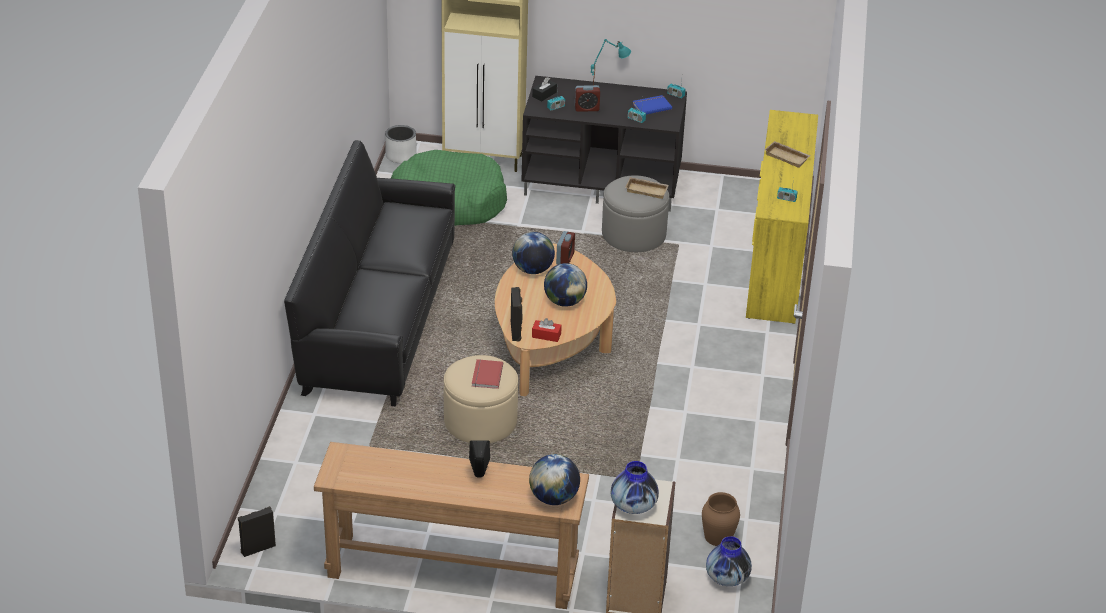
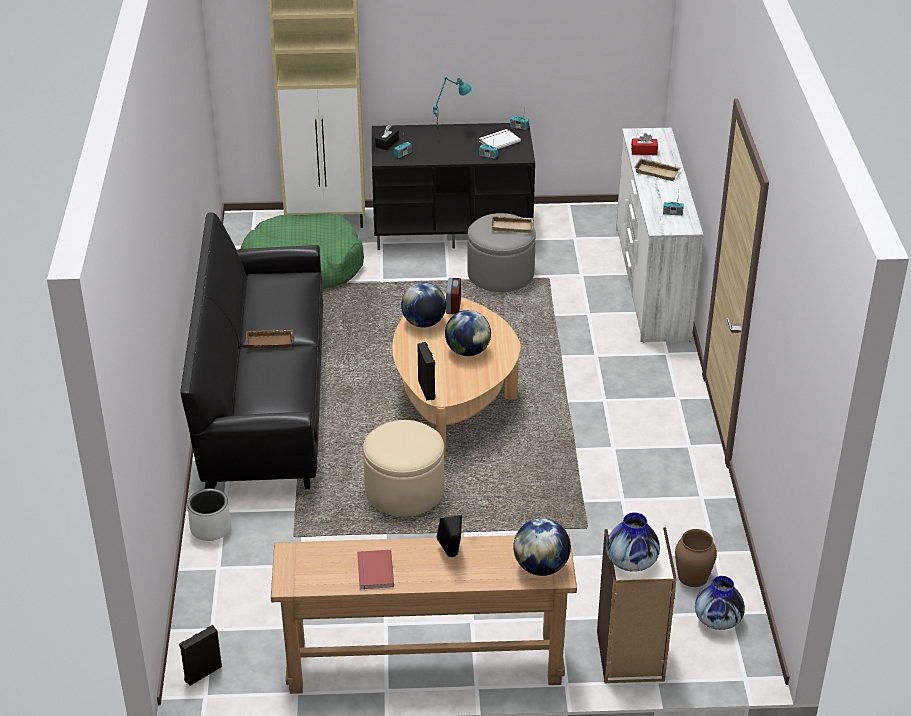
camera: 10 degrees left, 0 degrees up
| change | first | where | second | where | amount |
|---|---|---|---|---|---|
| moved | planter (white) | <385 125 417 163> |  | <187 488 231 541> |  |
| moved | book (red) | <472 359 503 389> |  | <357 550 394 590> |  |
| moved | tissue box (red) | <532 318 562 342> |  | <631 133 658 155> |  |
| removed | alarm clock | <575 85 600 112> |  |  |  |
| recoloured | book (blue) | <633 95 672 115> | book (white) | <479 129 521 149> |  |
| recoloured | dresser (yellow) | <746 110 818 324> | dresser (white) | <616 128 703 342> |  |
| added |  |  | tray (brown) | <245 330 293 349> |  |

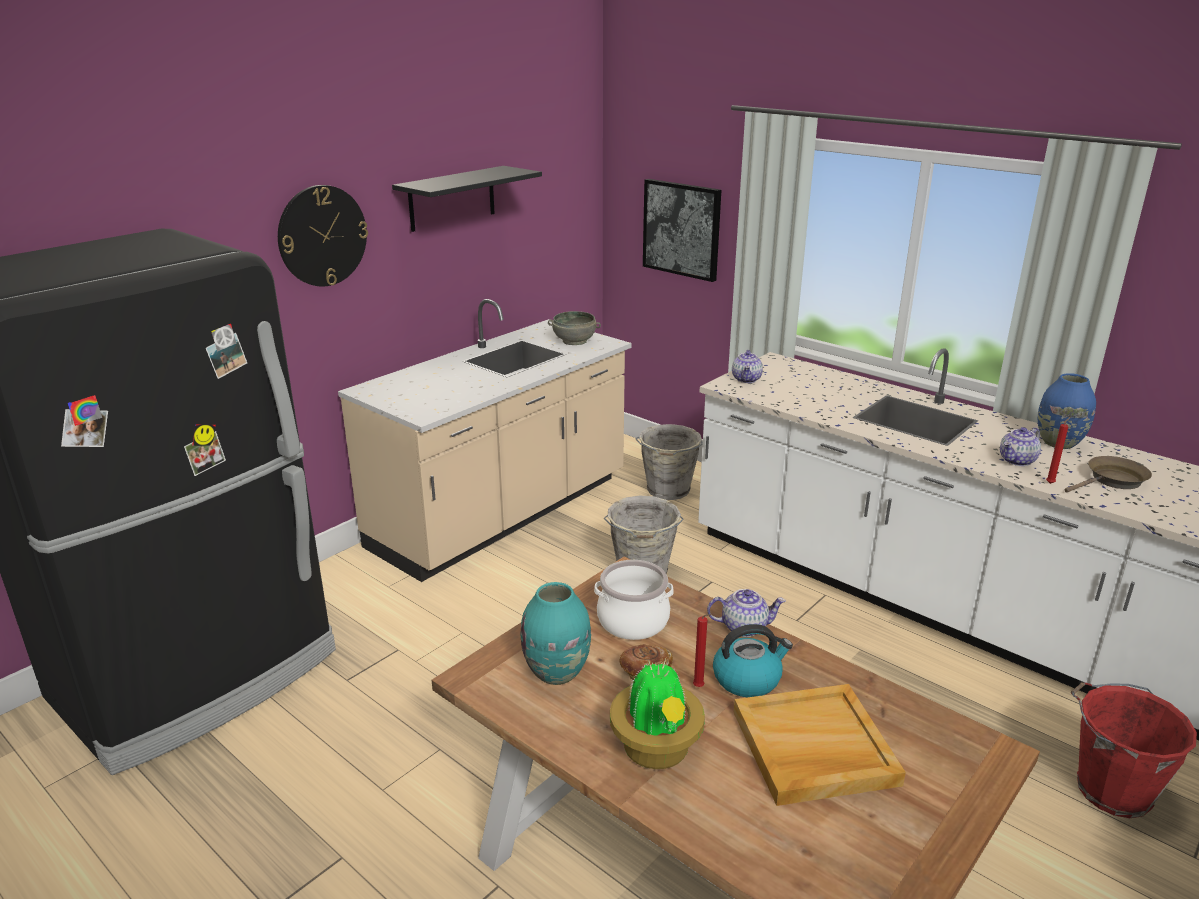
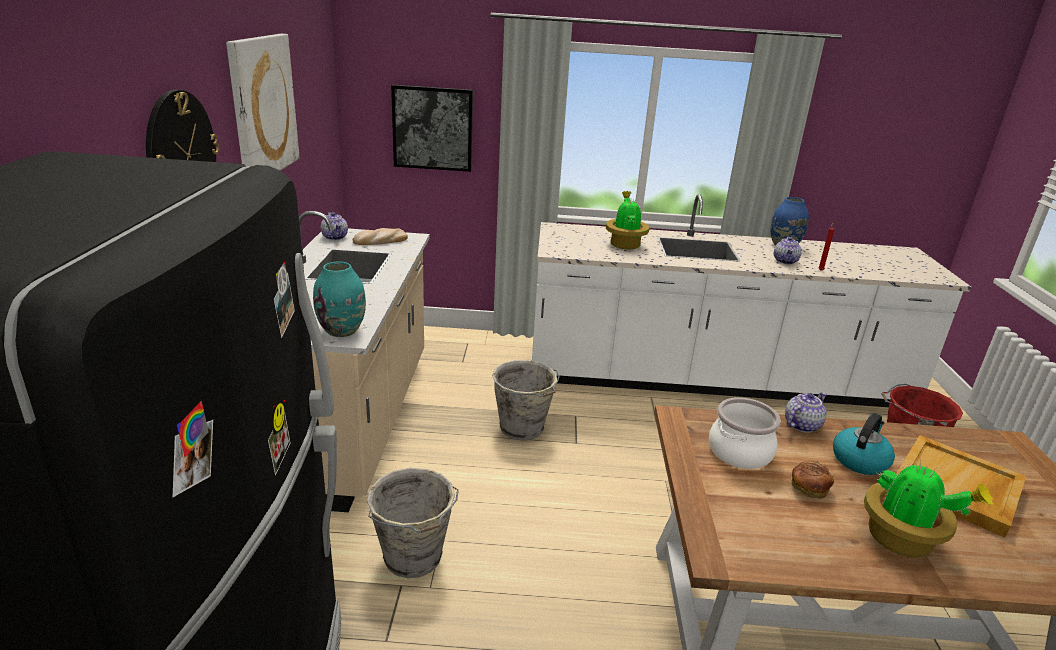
camera: 40 degrees left, 0 degrees up
| change | first | where | second | where | amount |
|---|---|---|---|---|---|
| replaced | shelf (black) | <392 166 542 232> | picture | <226 34 300 171> |  |
| moved | vase (turquoise) | <521 582 591 685> |  | <313 261 366 337> |  |
| replaced | bowl (grey) | <548 311 601 345> | bread | <353 228 408 245> |  |
| moved | bucket (grey) | <635 424 703 500> |  | <367 468 459 578> |  |
| removed | candle (red) | <693 614 712 687> |  |  |  |
| moved | teapot | <732 350 763 383> |  | <321 212 348 240> |  |
| removed | frying pan (brown) | <1065 456 1152 493> |  |  |  |
| added |  |  | potted plant | <606 191 649 249> |  |

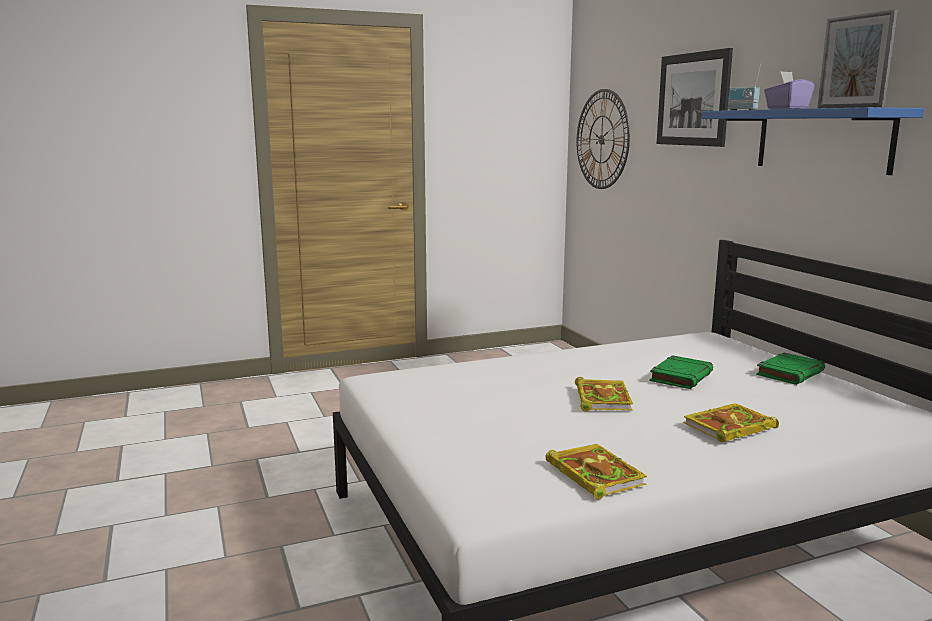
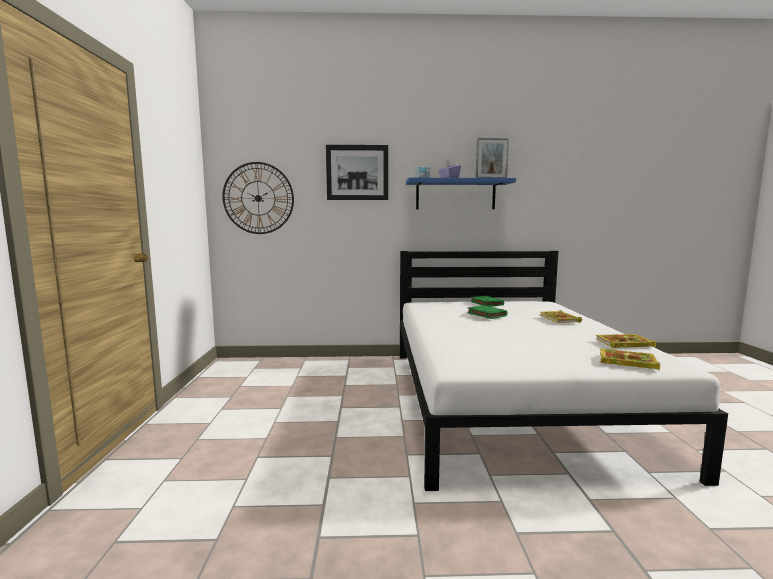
camera: 70 degrees left, 5 degrees down
| change | first | where | second | where | amount |
|---|---|---|---|---|---|
| moved | book | <575 377 633 412> |  | <600 348 660 370> |  |

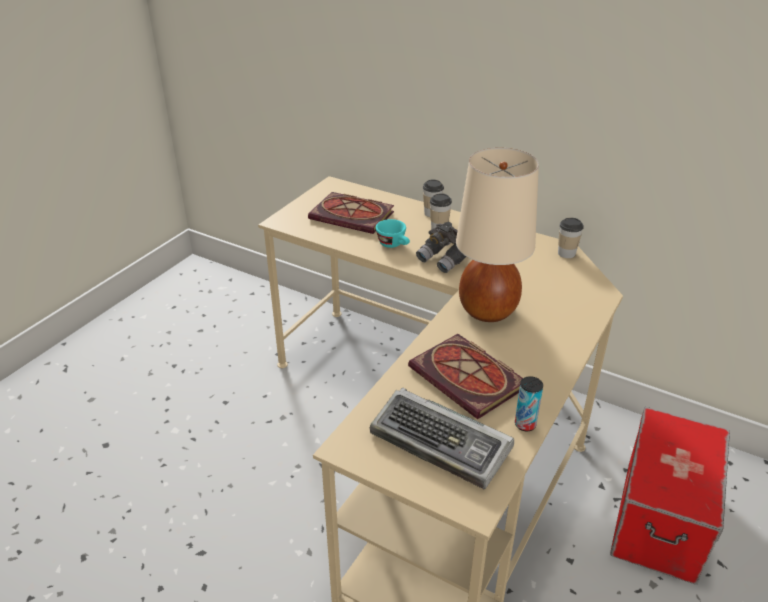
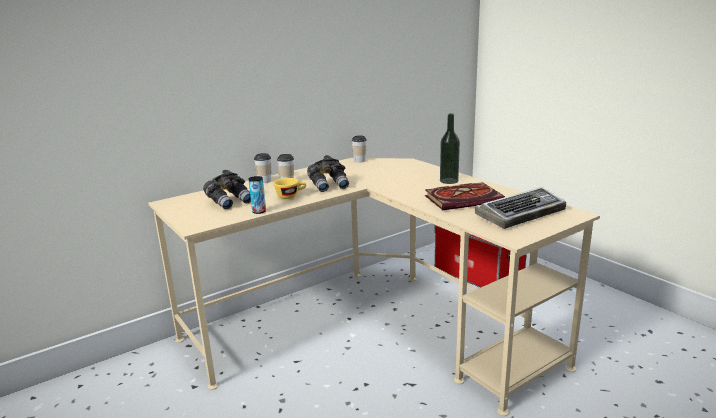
camera: 65 degrees left, 15 degrees down
| change | first | where | second | where | amount |
|---|---|---|---|---|---|
| replaced | book | <308 192 394 234> | binoculars (grey) | <203 170 251 209> |  |
| recoloured | cup (turquoise) | <376 219 410 248> | cup (yellow) | <273 178 306 199> |  |
| removed | table lamp (beige) | <456 148 539 322> |  |  |  |
| moved | can | <515 376 543 432> |  | <249 176 266 214> |  |
| added |  |  | bottle | <440 113 460 184> |  |

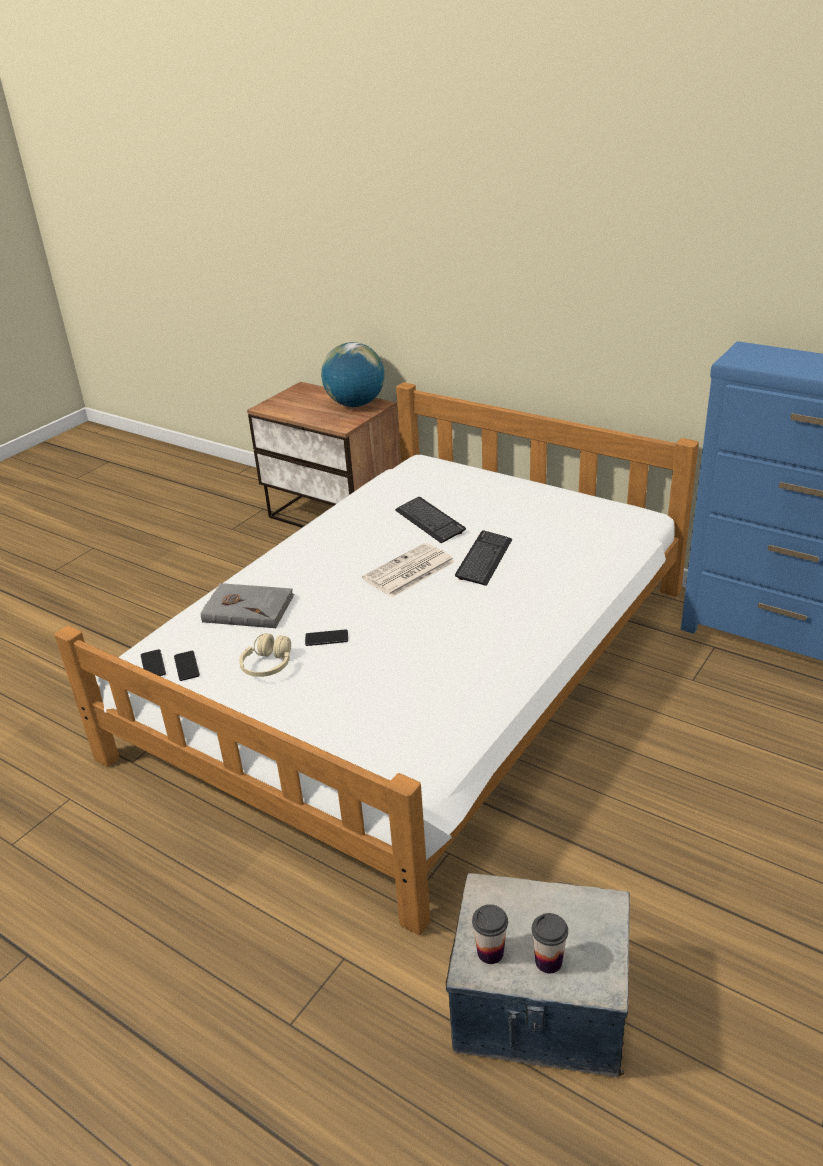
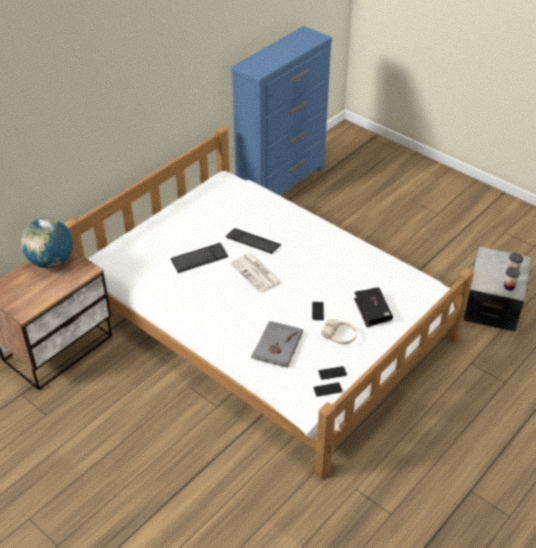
camera: 85 degrees left, 10 degrees up
| change | first | where | second | where | amount |
|---|---|---|---|---|---|
| added |  |  | book (black) | <354 287 393 327> |  |

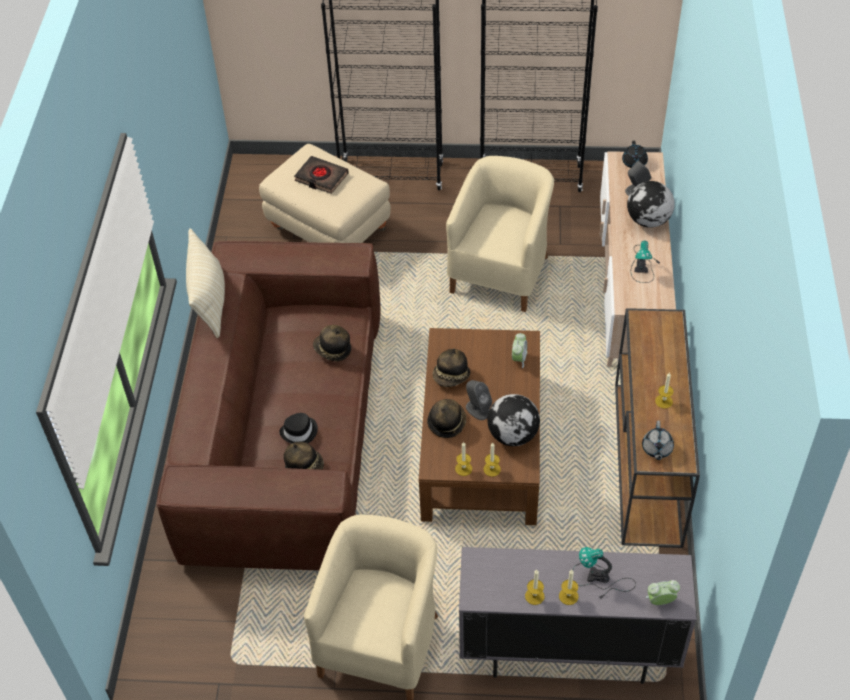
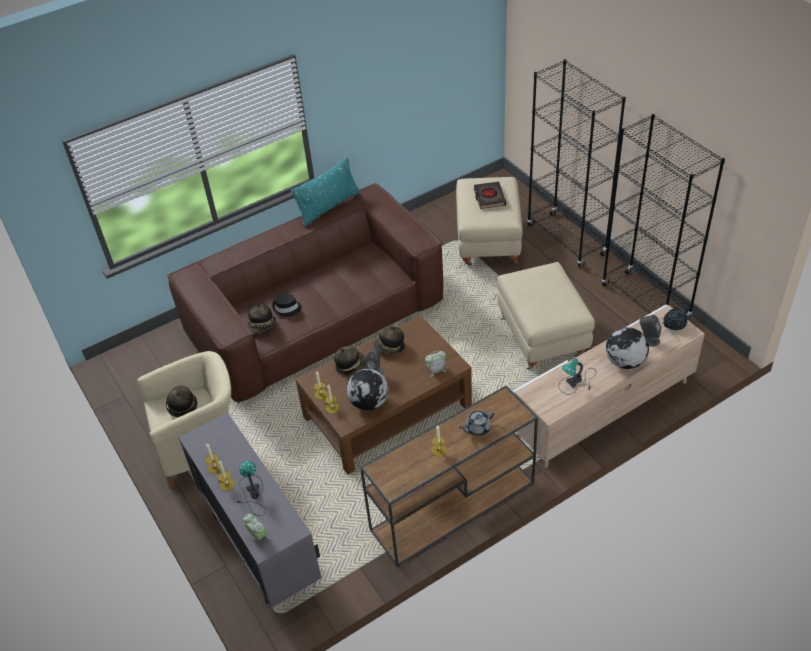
camera: 55 degrees right, 5 degrees down
| change | first | where | second | where | amount |
|---|---|---|---|---|---|
| recoloured | pillow (beige) | <186 228 225 338> | pillow (turquoise) | <291 157 360 227> |  |
| moved | hat | <313 325 351 361> |  | <166 386 198 417> |  |
| replaced | armchair (beige) | <446 156 554 312> | ottoman (beige) | <497 262 595 370> |  |
| moved | teapot (grey) | <642 421 674 460> |  | <460 411 495 436> |  |

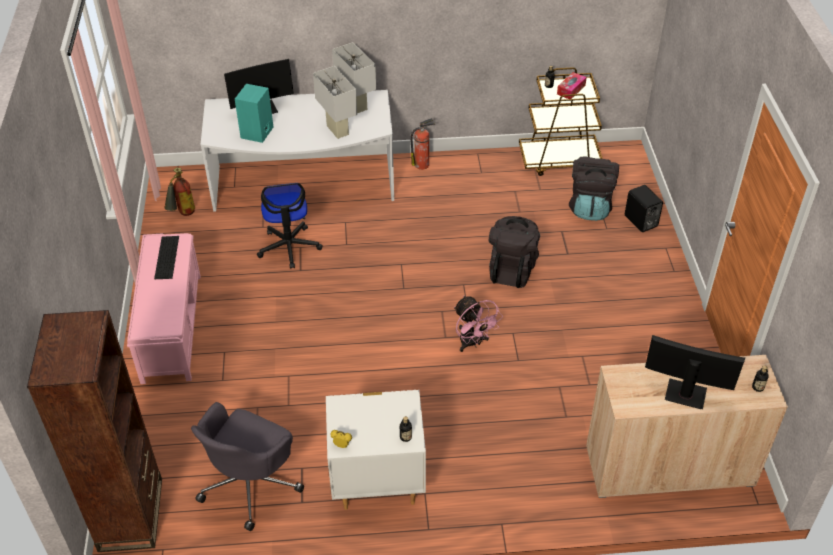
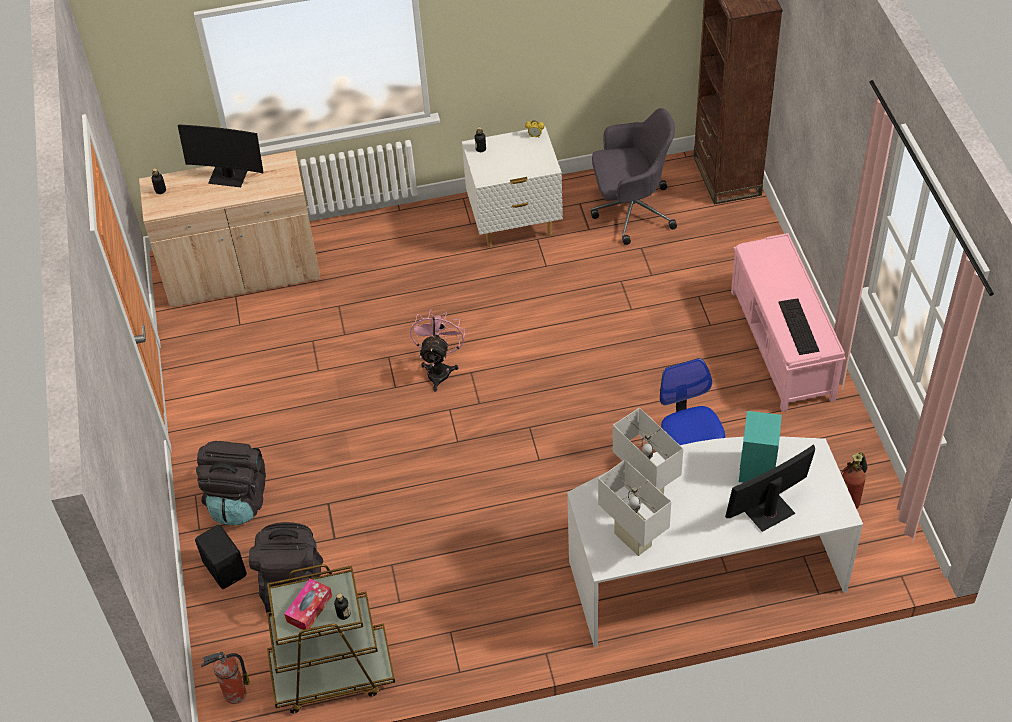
camera: 175 degrees right, 5 degrees up
| change | first | where | second | where | amount |
|---|---|---|---|---|---|
| turned | office chair (grey) | <191 402 304 531> |  | <591 108 677 245> | 60 degrees clockwise |
| moved | fire extinguisher | <410 118 435 170> |  | <201 651 250 704> |  |
| turned | fan (pink) | <454 295 503 352> |  | <410 310 465 391> | 45 degrees clockwise |
| moved | backpack (black) | <489 216 540 288> |  | <196 441 266 525> |  |

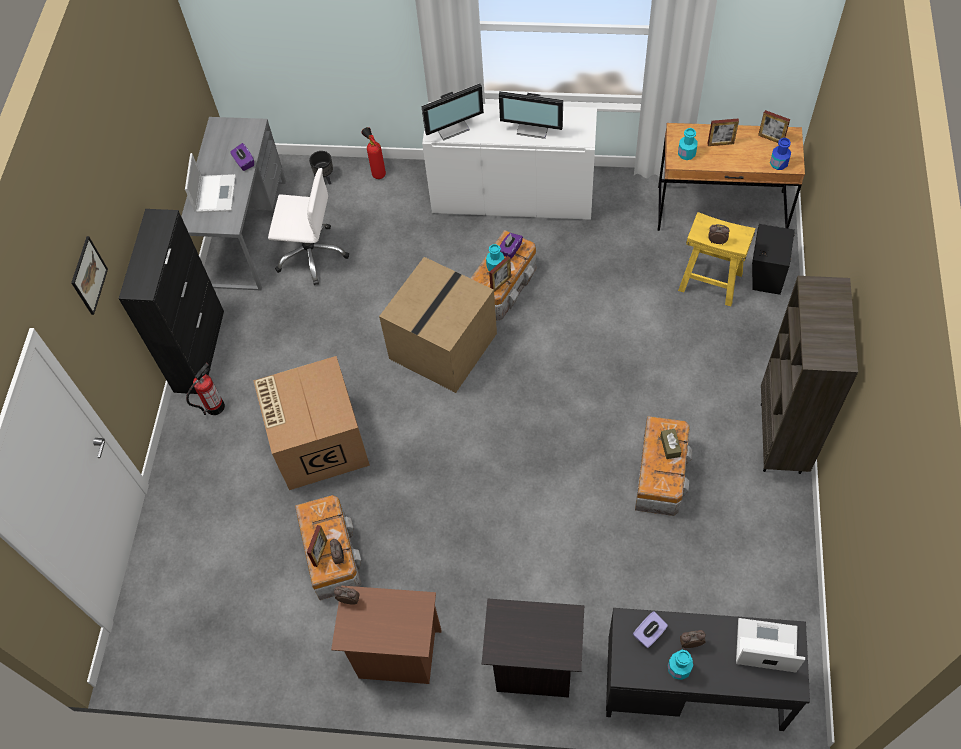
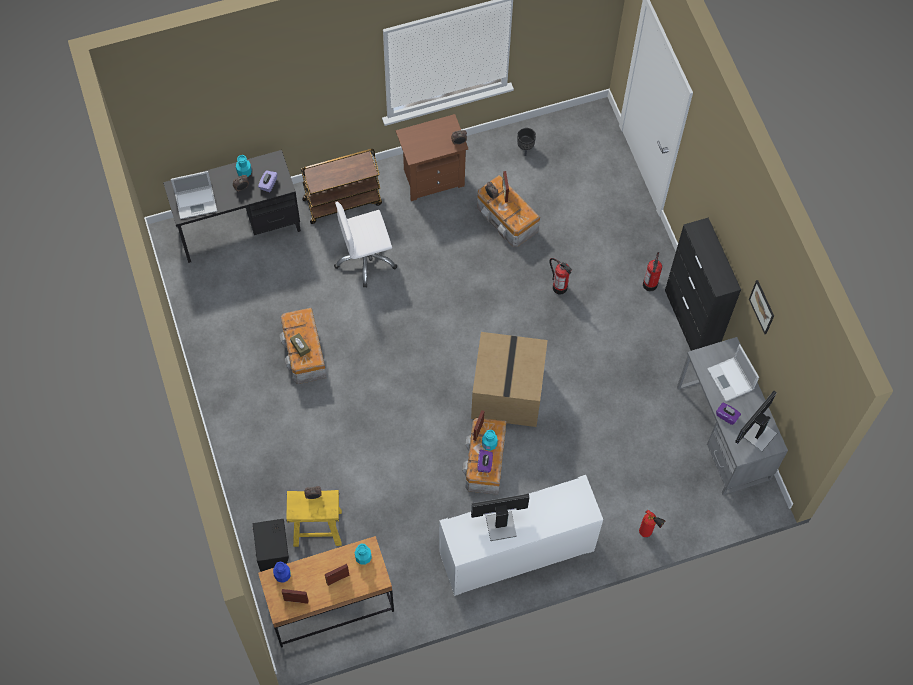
camera: 150 degrees right, 5 degrees up
| change | first | where | second | where | amount |
|---|---|---|---|---|---|
| moved | picture | <71 236 108 315> |  | <749 280 774 334> |  |
| replaced | cardboard box | <253 356 370 490> | fire extinguisher | <549 258 572 295> |  |
| moved | office chair (white) | <268 168 349 285> |  | <334 202 397 287> |  |
| moved | planter (black) | <309 151 333 185> |  | <517 128 536 156> |  |
| moved | monitor | <421 83 484 141> |  | <735 391 777 452> |  |
| replaced | nightstand (black) | <482 598 584 698> | cart (brown) | <301 149 382 224> |  |
| removed | bookcase (brown) | <761 276 858 474> |  |  |  |

